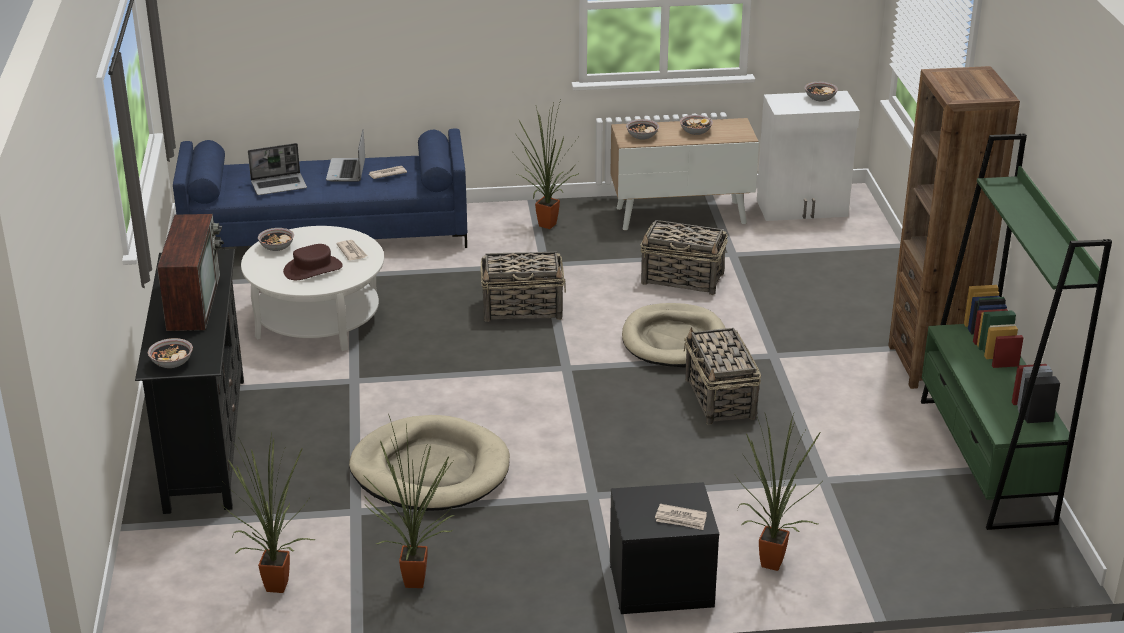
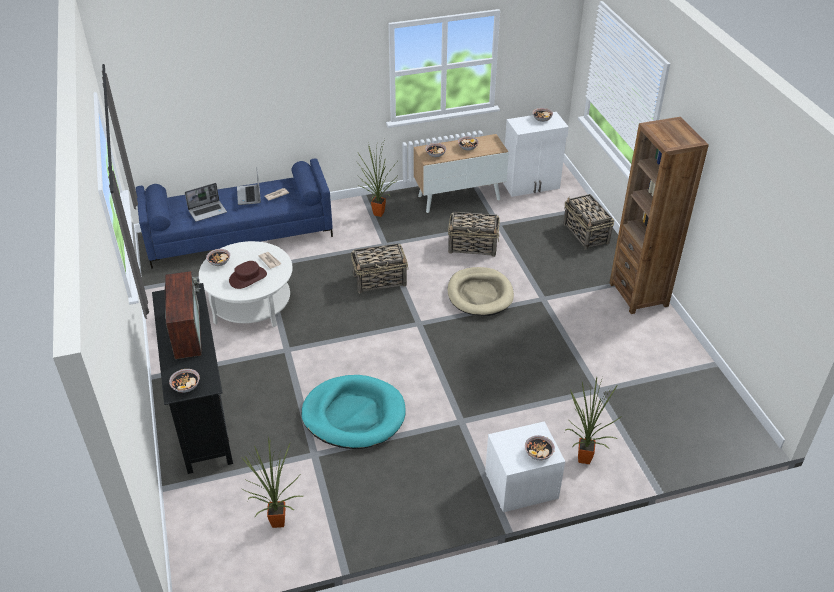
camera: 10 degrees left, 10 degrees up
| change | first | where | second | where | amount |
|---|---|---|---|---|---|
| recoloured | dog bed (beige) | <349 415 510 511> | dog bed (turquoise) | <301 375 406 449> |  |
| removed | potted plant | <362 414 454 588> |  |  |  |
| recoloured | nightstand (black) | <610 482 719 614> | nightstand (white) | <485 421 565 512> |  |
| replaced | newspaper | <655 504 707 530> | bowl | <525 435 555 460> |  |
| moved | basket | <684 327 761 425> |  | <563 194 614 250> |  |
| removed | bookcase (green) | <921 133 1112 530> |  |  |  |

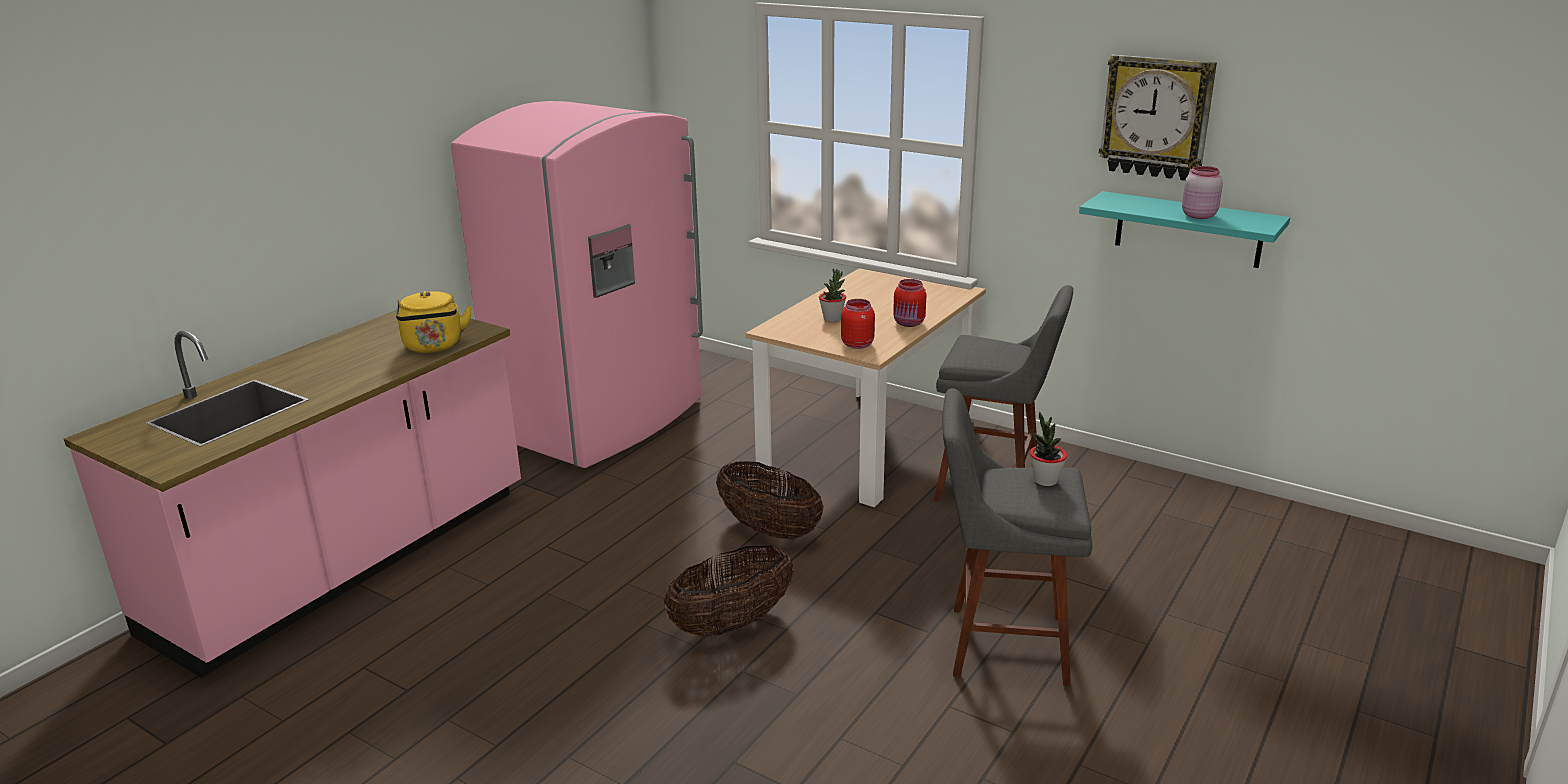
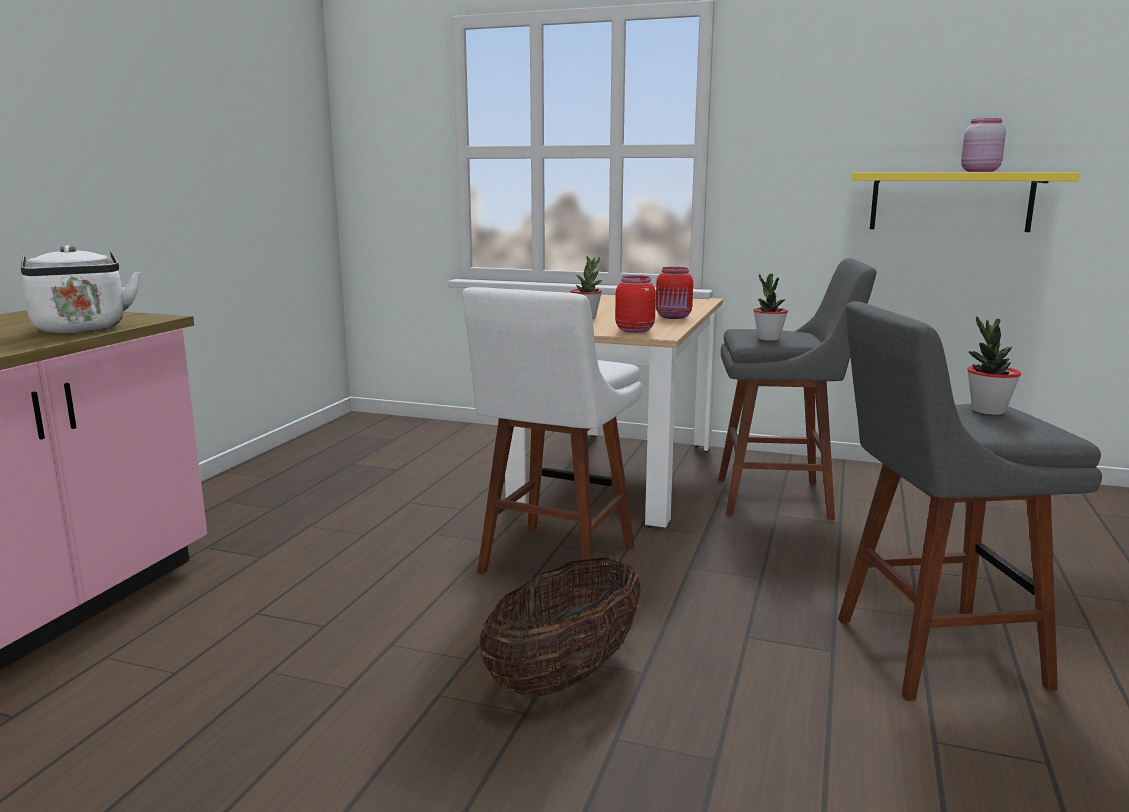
camera: 15 degrees left, 10 degrees down
| change | first | where | second | where | amount |
|---|---|---|---|---|---|
| recoloured | kettle (yellow) | <396 291 472 353> | kettle (white) | <21 245 140 333> |  |
| removed | fridge (pink) | <451 101 703 468> |  |  |  |
| replaced | basket | <716 461 824 540> | stool (white) | <462 287 642 587> |  |
| recoloured | shelf (turquoise) | <1079 191 1290 268> | shelf (yellow) | <852 172 1080 232> |  |
| removed | wall clock | <1099 54 1217 181> |  |  |  |
| added |  |  | potted plant | <753 274 788 341> |  |

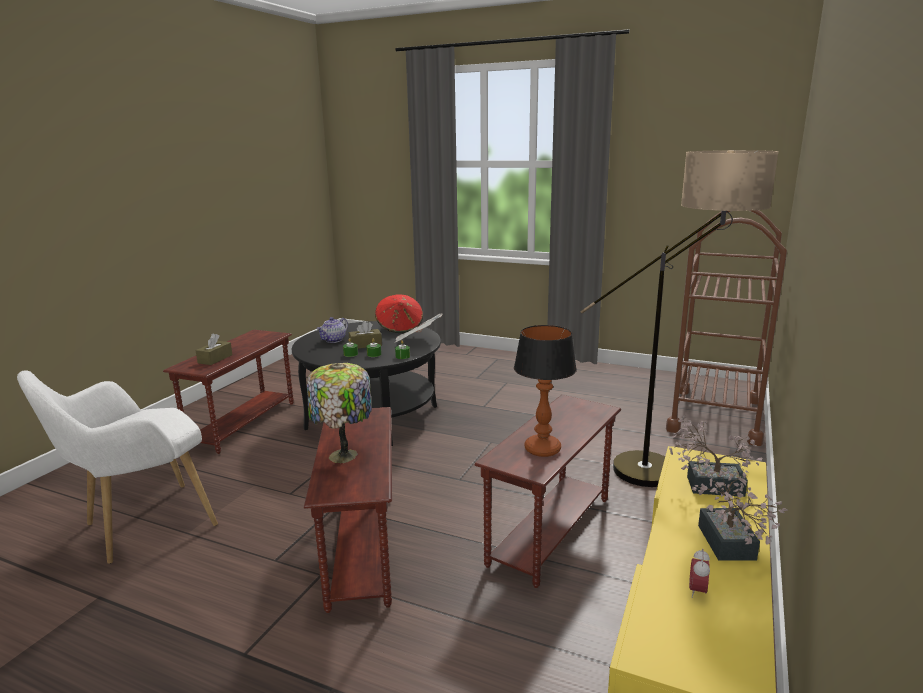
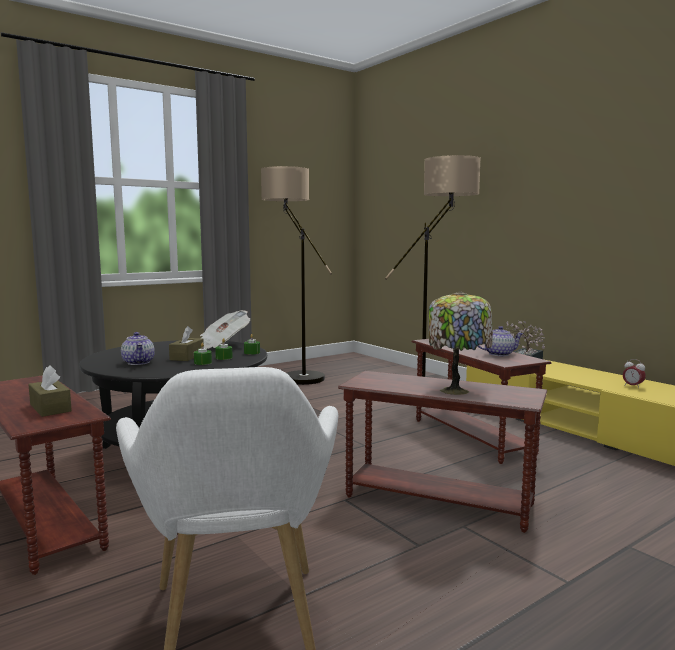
camera: 60 degrees left, 10 degrees down
| change | first | where | second | where | amount |
|---|---|---|---|---|---|
| removed | hat (red) | <375 294 423 333> |  |  |  |
| replaced | table lamp | <514 325 577 457> | teapot | <478 326 523 356> |  |
| removed | cart (brown) | <666 210 787 446> |  |  |  |
| removed | potted plant | <692 470 788 561> |  |  |  |
| added |  |  | floor lamp | <261 166 332 385> |  |

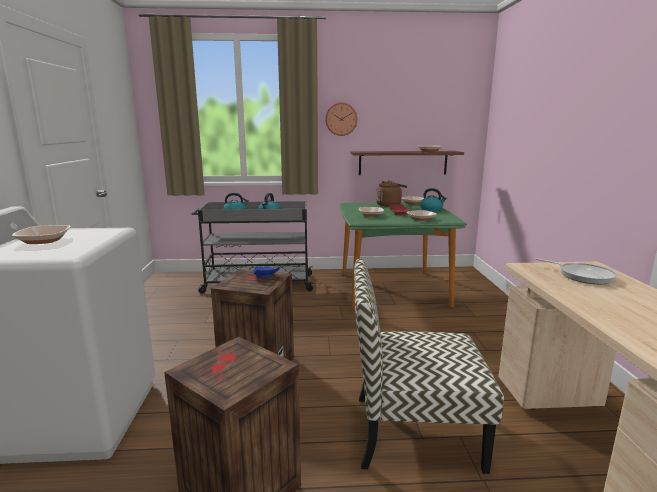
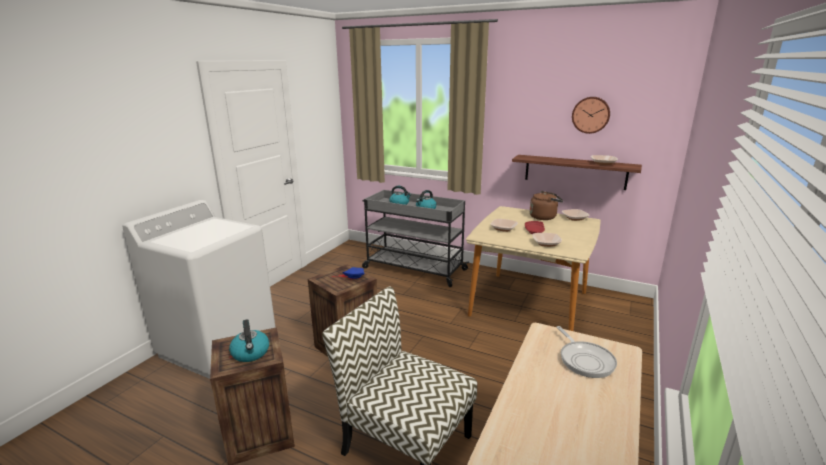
camera: 30 degrees right, 5 degrees up
| change | first | where | second | where | amount |
|---|---|---|---|---|---|
| removed | bowl | <12 225 71 244> |  |  |  |
| moved | wall clock | <325 103 357 136> |  | <572 97 610 134> |  |
| recoloured | dining table (green) | <340 202 467 310> | dining table (beige) | <466 206 601 331> |  |
| moved | kettle | <420 188 447 211> |  | <229 319 269 362> |  |

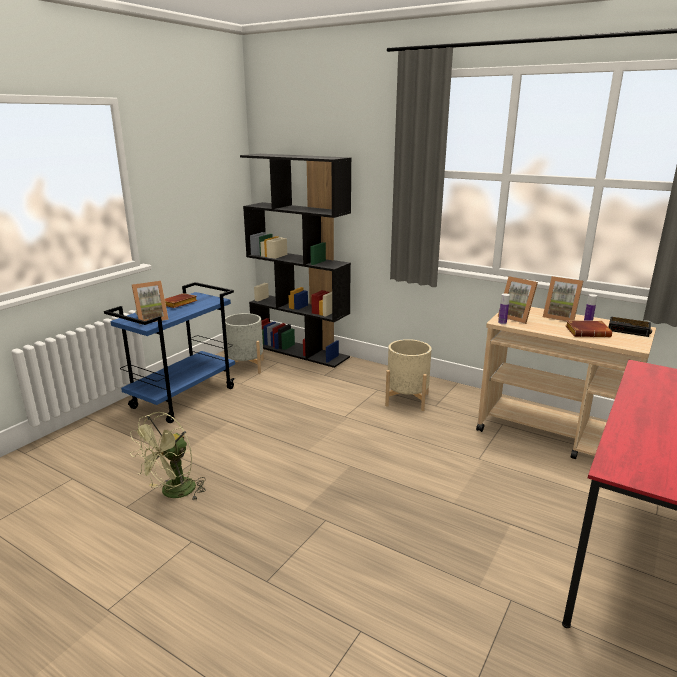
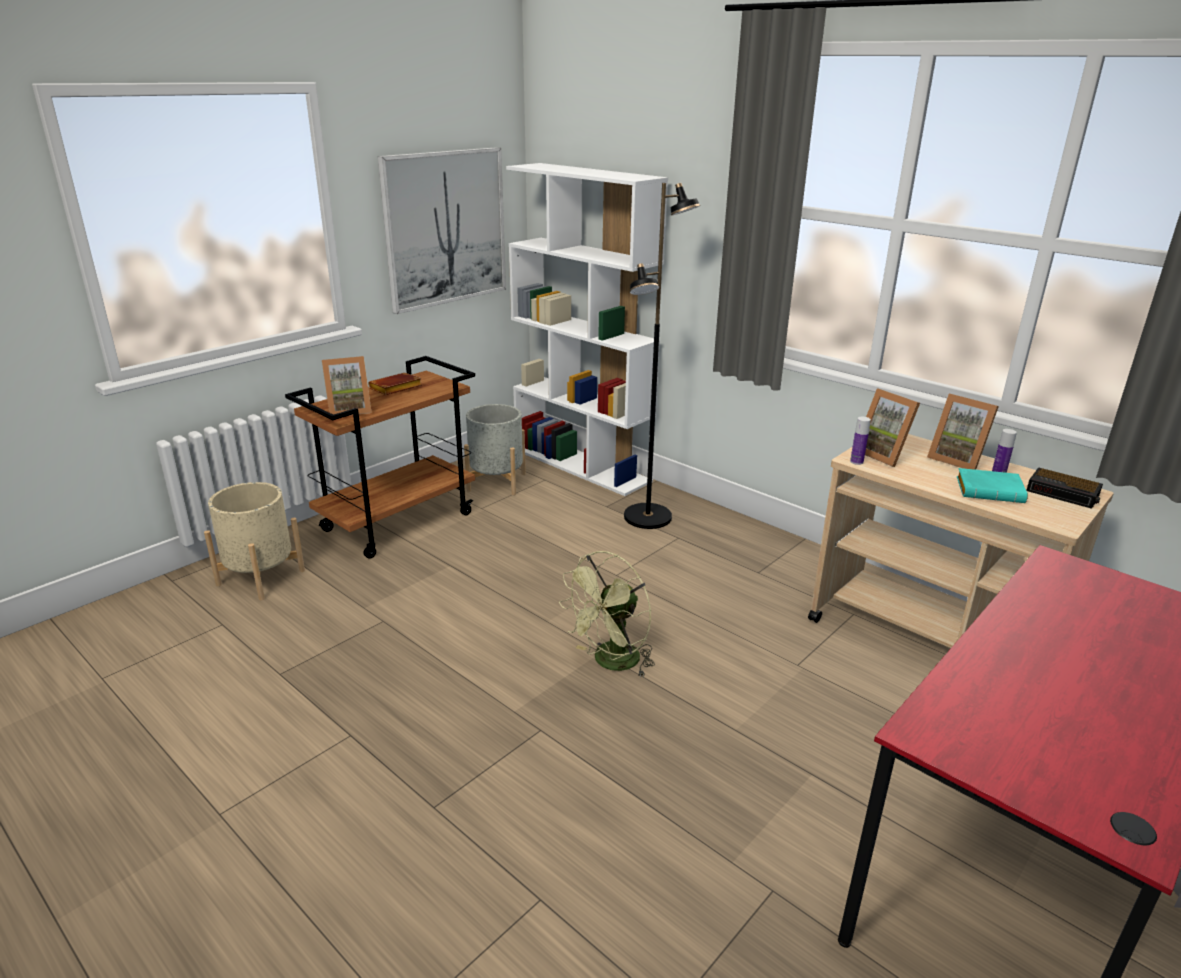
camera: 10 degrees right, 5 degrees up
| change | first | where | second | where | amount |
|---|---|---|---|---|---|
| recoloured | cart (blue) | <104 282 235 423> | cart (brown) | <285 356 475 559> |  |
| moved | fan (green) | <130 412 206 500> |  | <559 551 655 678> |  |
| recoloured | bookcase (black) | <240 154 352 368> | bookcase (white) | <506 163 668 496> |  |
| moved | planter (beige) | <385 339 432 411> |  | <204 482 305 600> |  |
| recoloured | book (brown) | <565 320 612 337> | book (turquoise) | <957 468 1028 503> |  |
| added |  |  | picture | <378 147 506 314> |  |
| added |  |  | floor lamp (black) | <624 183 700 529> |  |

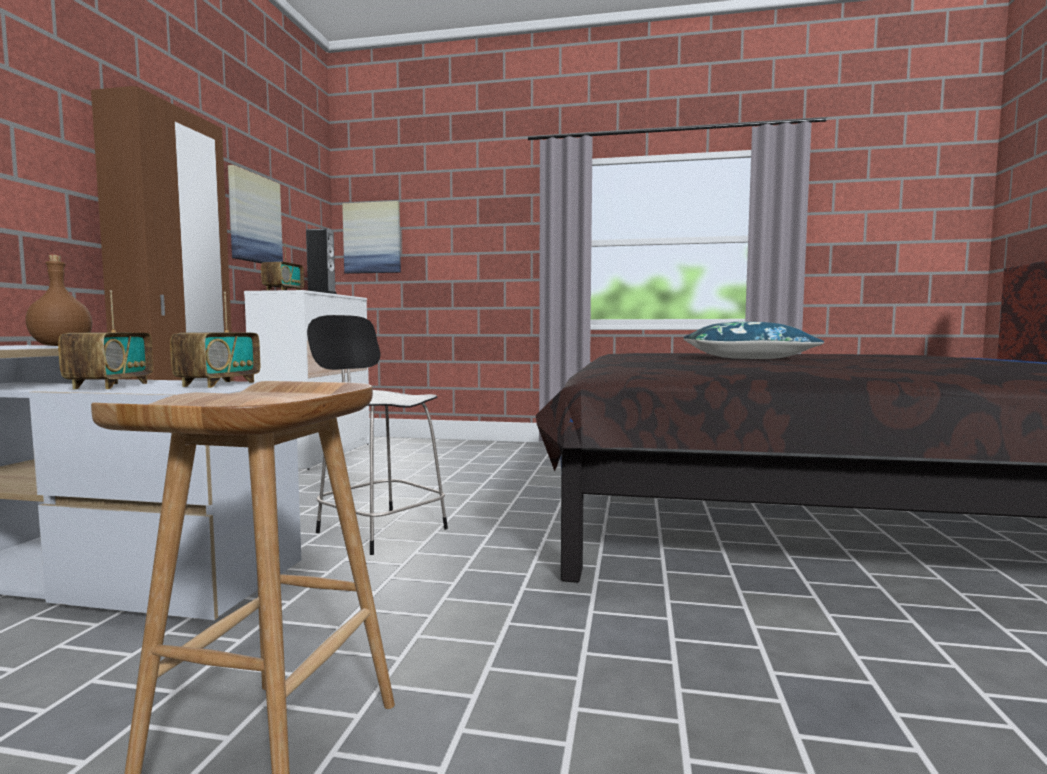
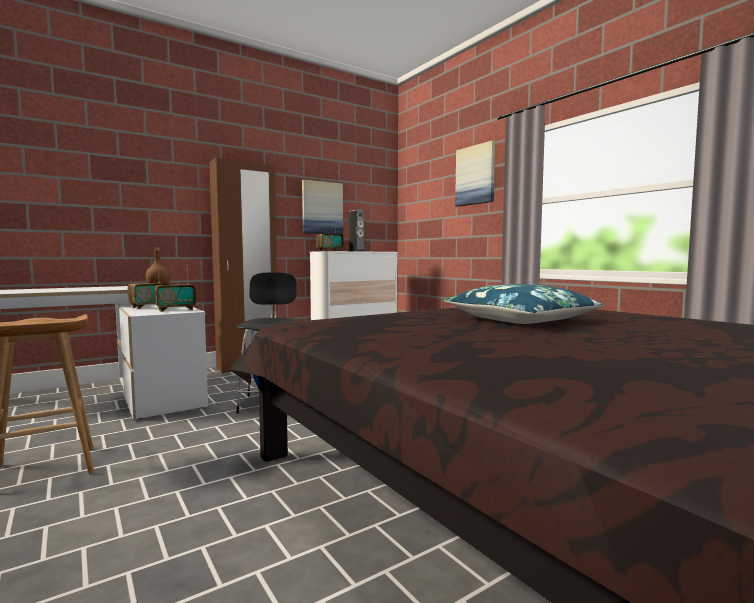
camera: 45 degrees right, 0 degrees up
| change | first | where | second | where | amount |
|---|---|---|---|---|---|
| moved | picture | <342 201 401 274> |  | <455 140 495 207> |  |

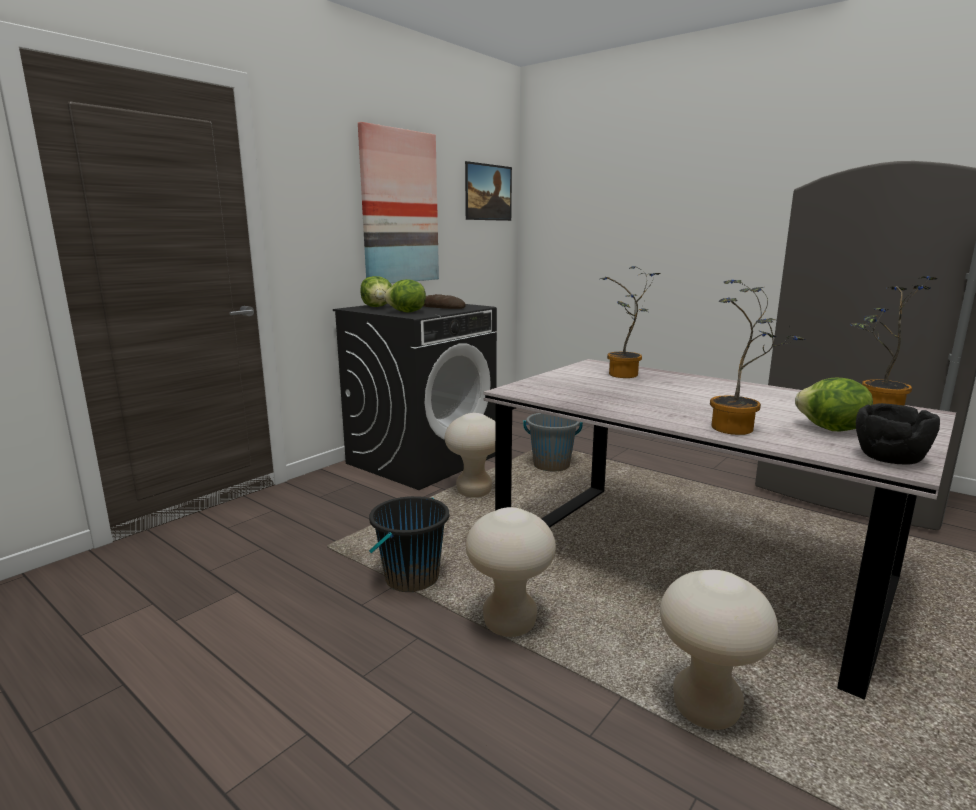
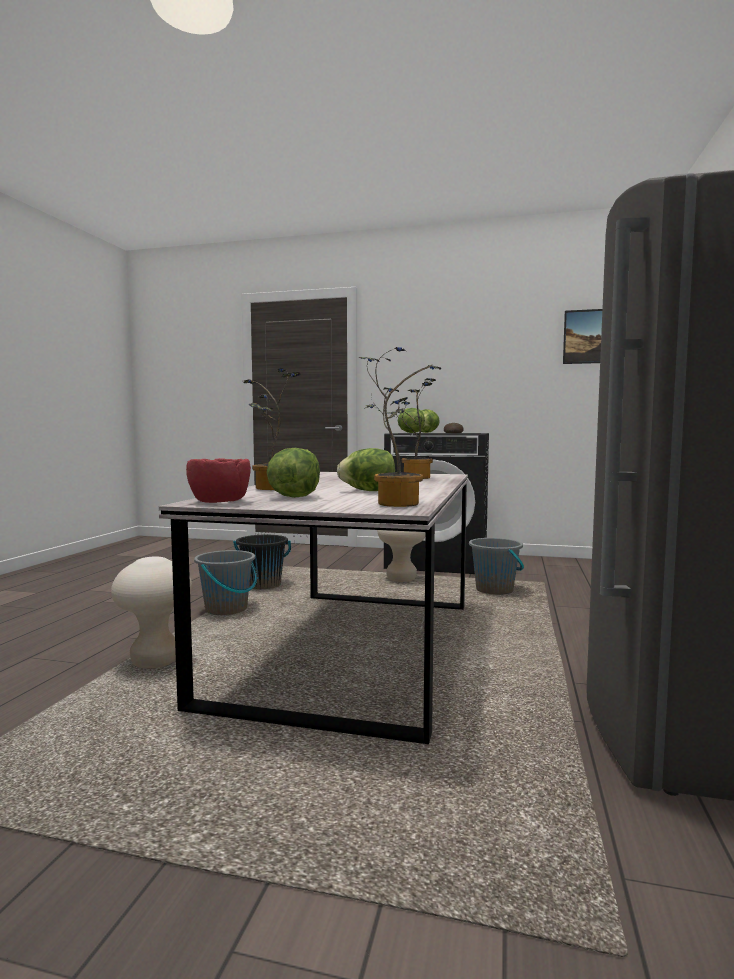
camera: 65 degrees right, 10 degrees down
| change | first | where | second | where | amount |
|---|---|---|---|---|---|
| removed | picture | <358 122 439 283> |  |  |  |
| replaced | stool (beige) | <466 507 556 637> | bucket (grey) | <194 550 257 615> |  |
| recoloured | bowl (black) | <856 403 940 464> | bowl (red) | <186 458 251 503> |  |
| added |  |  | lettuce | <337 448 395 491> |  |

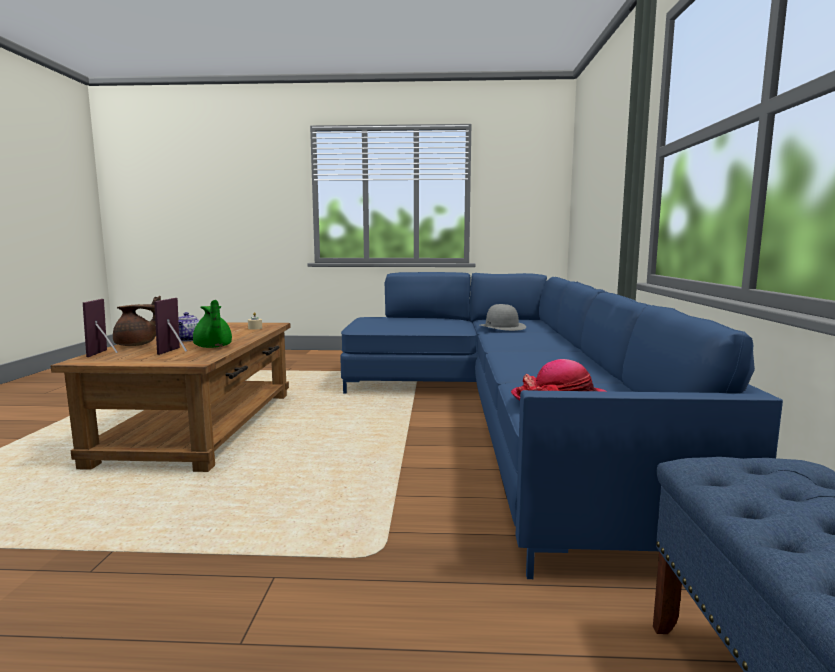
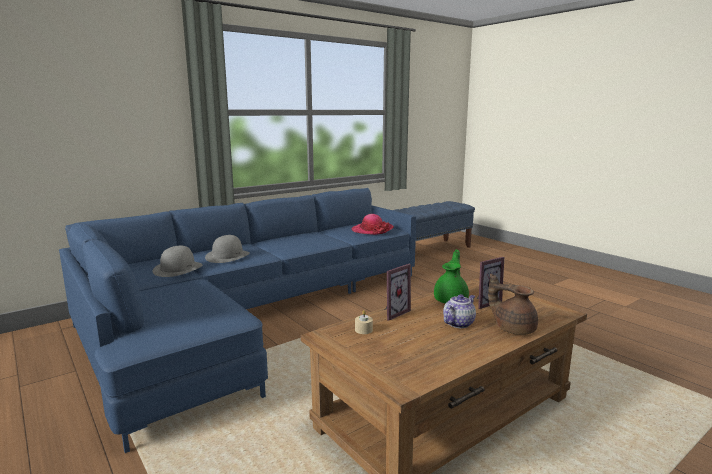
camera: 130 degrees left, 5 degrees up
| change | first | where | second | where | amount |
|---|---|---|---|---|---|
| moved | picture frame | <83 299 118 357> |  | <385 264 411 321> |  |
| added |  |  | hat (grey) | <205 235 250 263> |  |

